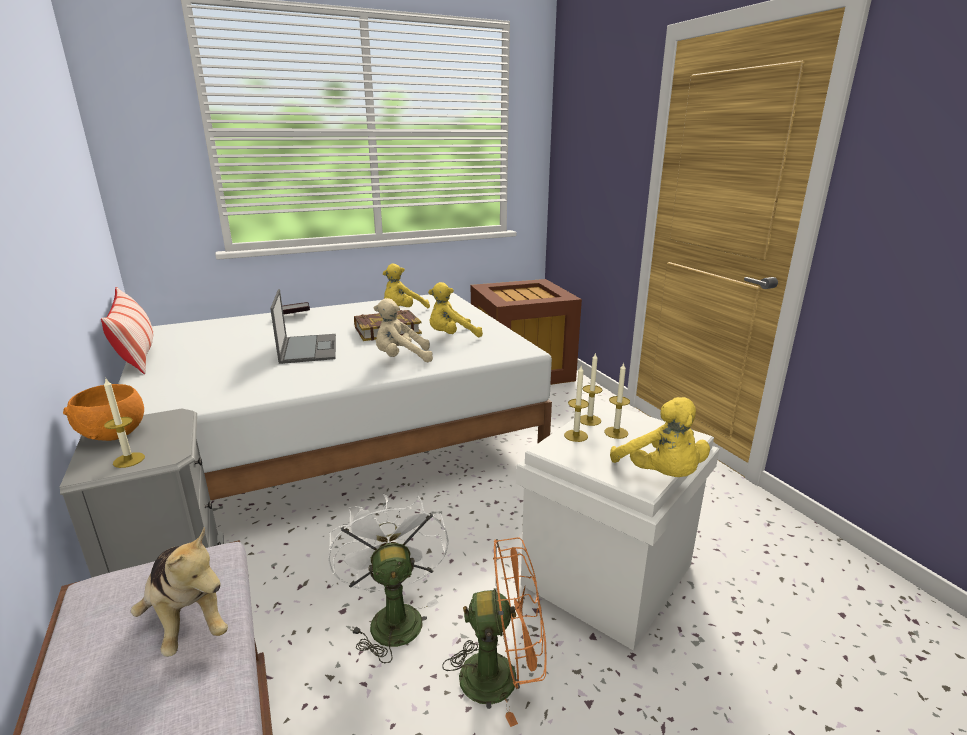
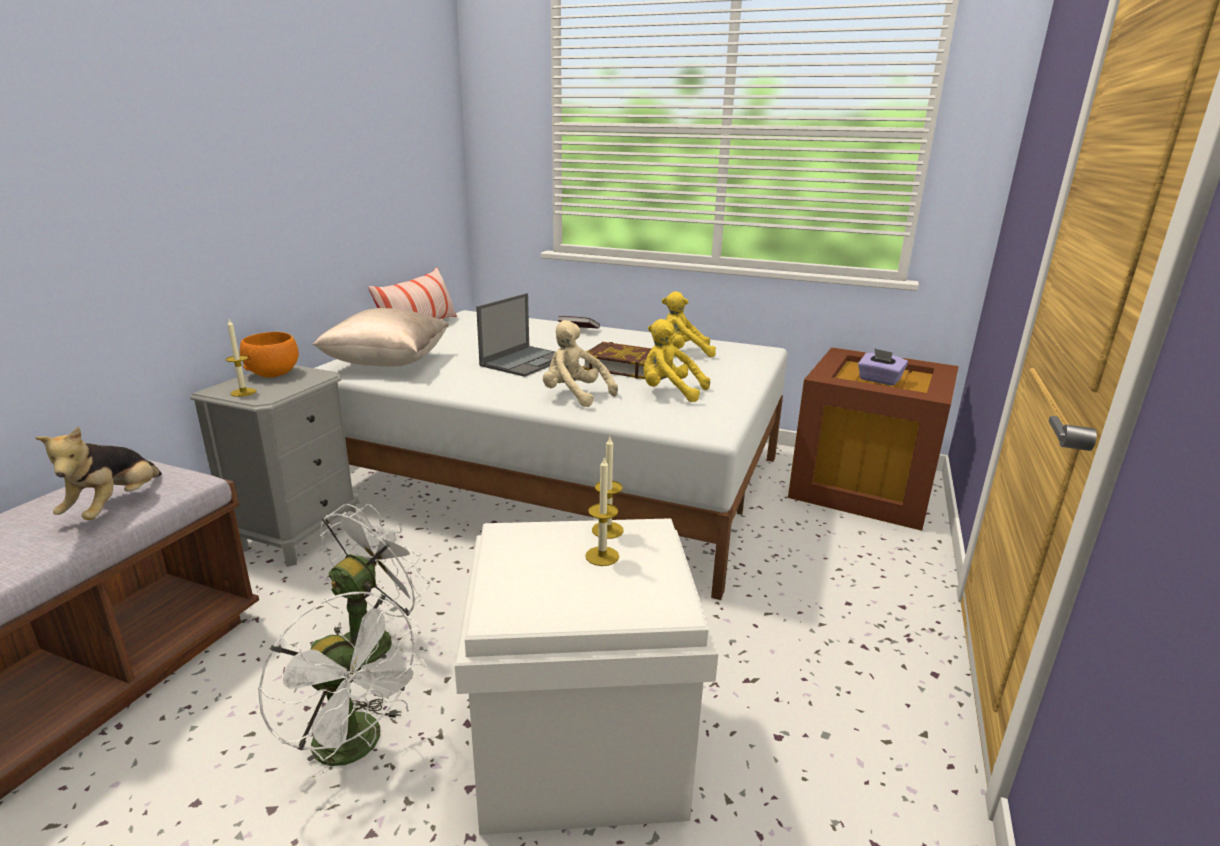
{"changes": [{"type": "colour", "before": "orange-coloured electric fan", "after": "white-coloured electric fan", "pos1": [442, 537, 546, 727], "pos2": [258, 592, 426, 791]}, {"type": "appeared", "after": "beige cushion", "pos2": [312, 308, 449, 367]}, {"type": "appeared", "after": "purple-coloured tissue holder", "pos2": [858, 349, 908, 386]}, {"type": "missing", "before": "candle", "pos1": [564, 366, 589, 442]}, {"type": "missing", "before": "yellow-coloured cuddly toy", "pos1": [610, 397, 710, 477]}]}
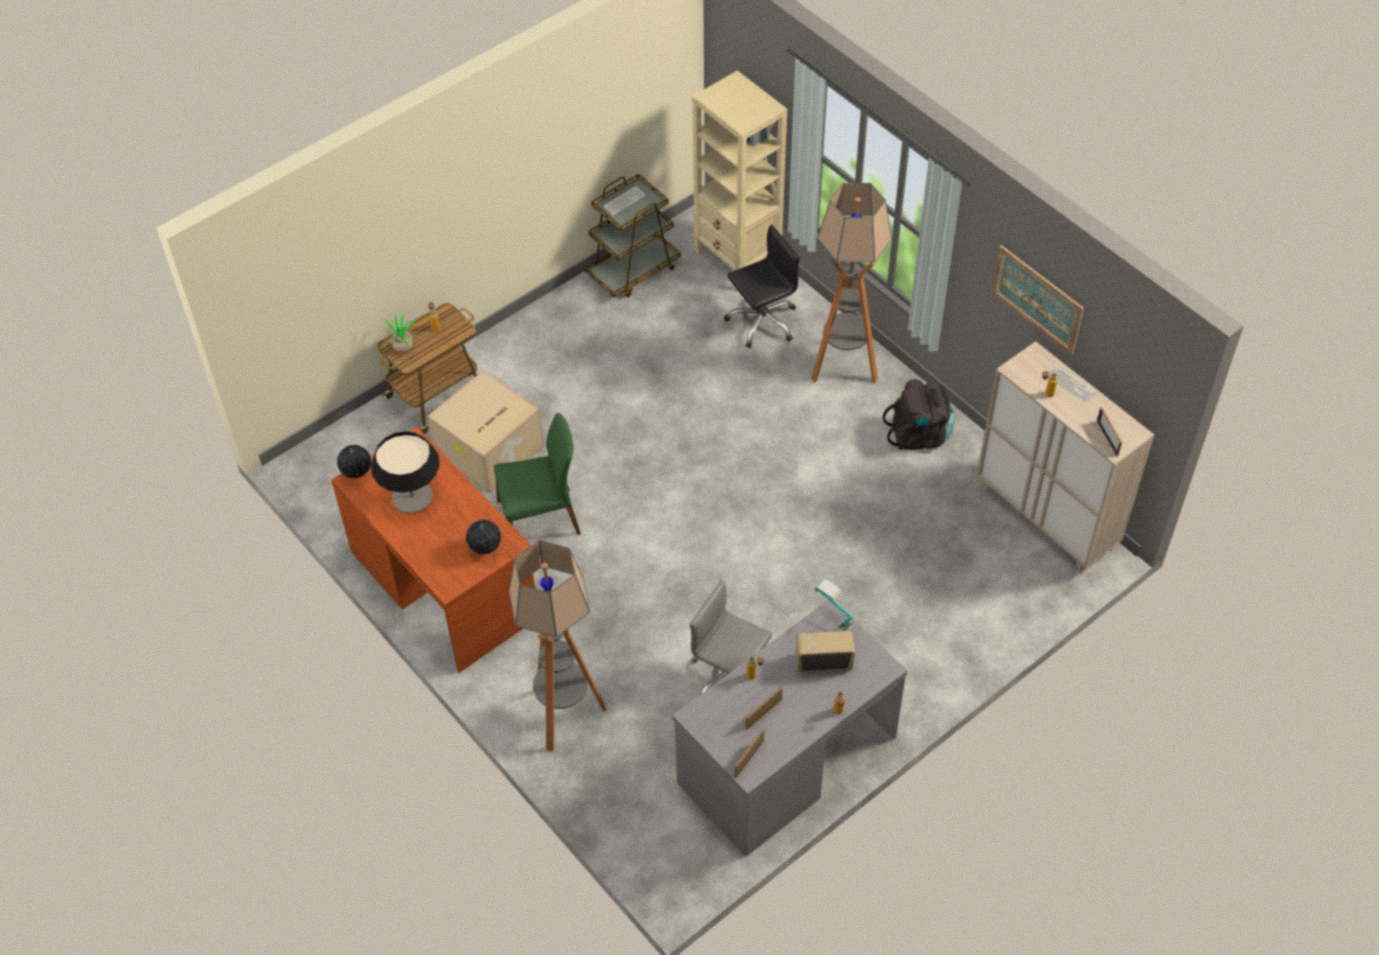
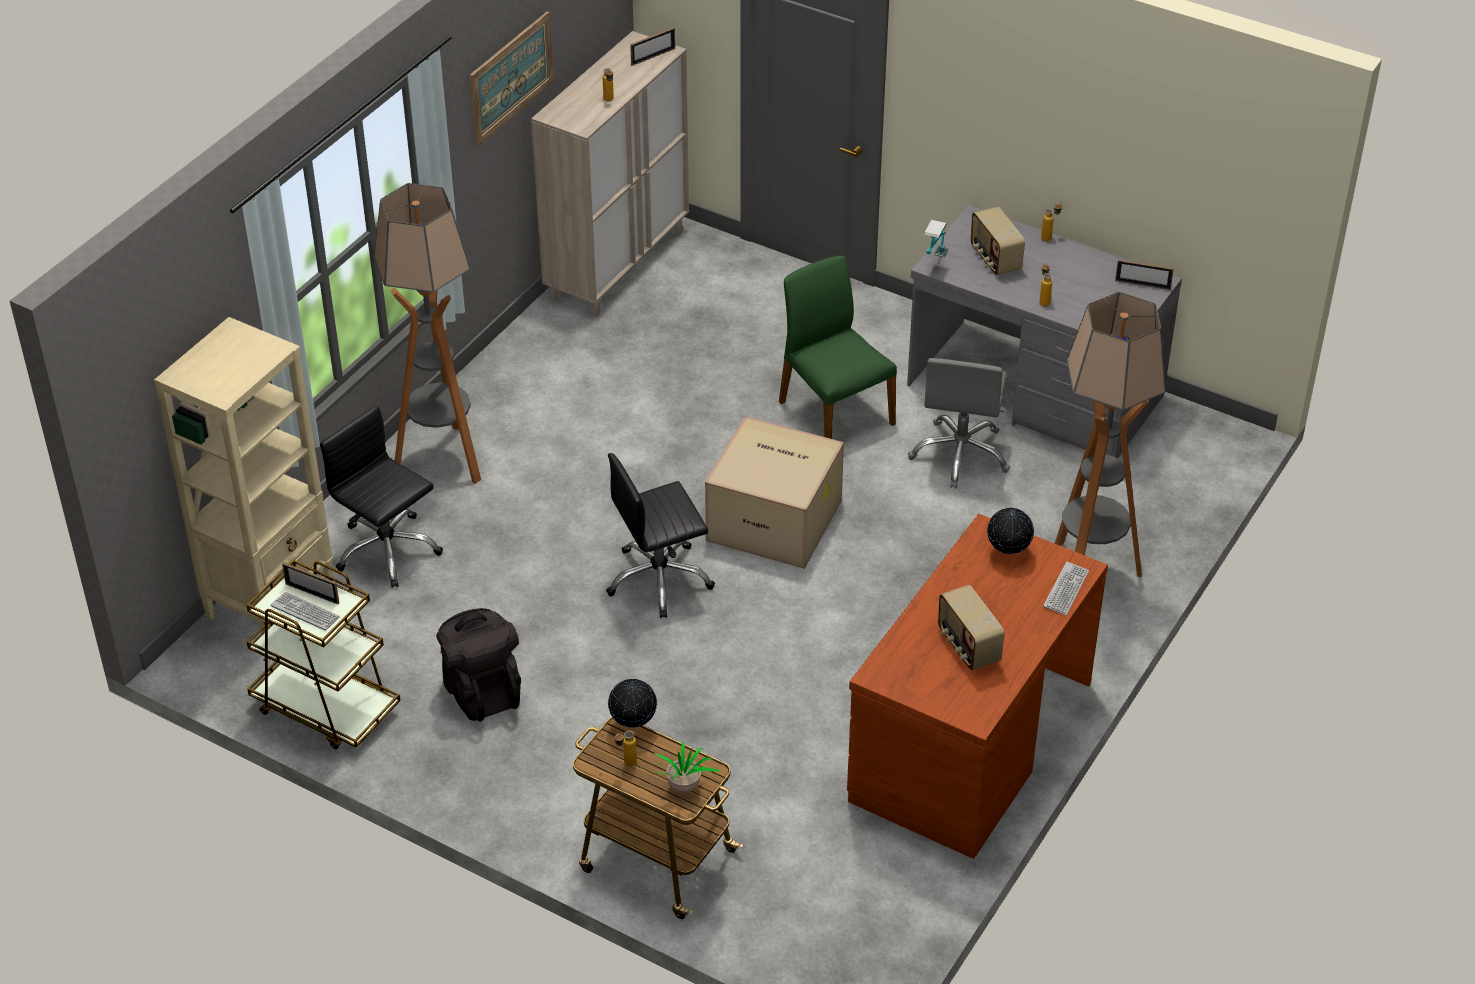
{"changes": [{"type": "relocated", "before": "standing frame", "pos1": [745, 687, 782, 730], "pos2": [282, 562, 339, 604]}, {"type": "relocated", "before": "black-coloured backpack", "pos1": [882, 379, 955, 450], "pos2": [436, 608, 521, 721]}, {"type": "appeared", "after": "black-coloured office chair", "pos2": [606, 453, 715, 618]}, {"type": "relocated", "before": "world globe", "pos1": [337, 445, 371, 478], "pos2": [608, 679, 657, 728]}, {"type": "relocated", "before": "packing box", "pos1": [427, 370, 544, 493], "pos2": [705, 416, 844, 569]}, {"type": "relocated", "before": "green-coloured upright chair", "pos1": [494, 413, 581, 535], "pos2": [779, 256, 897, 439]}, {"type": "exchanged", "before": "lamp for a table", "after": "radio set", "pos1": [371, 431, 440, 514], "pos2": [938, 585, 1005, 671]}, {"type": "relocated", "before": "keyboard", "pos1": [1048, 365, 1096, 402], "pos2": [1043, 562, 1089, 615]}]}
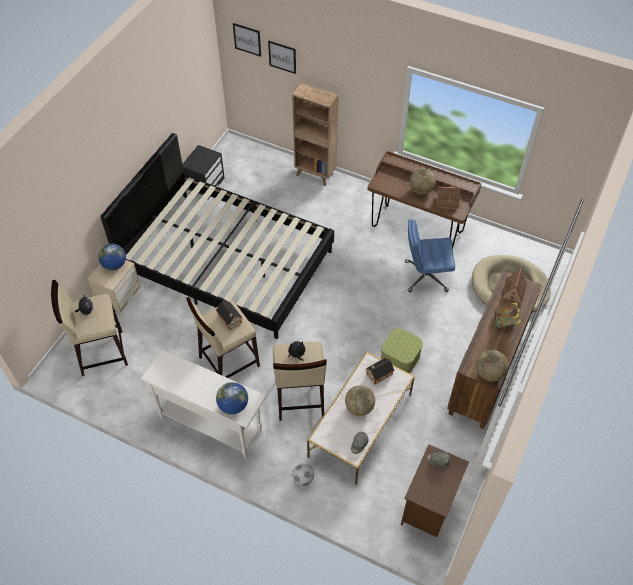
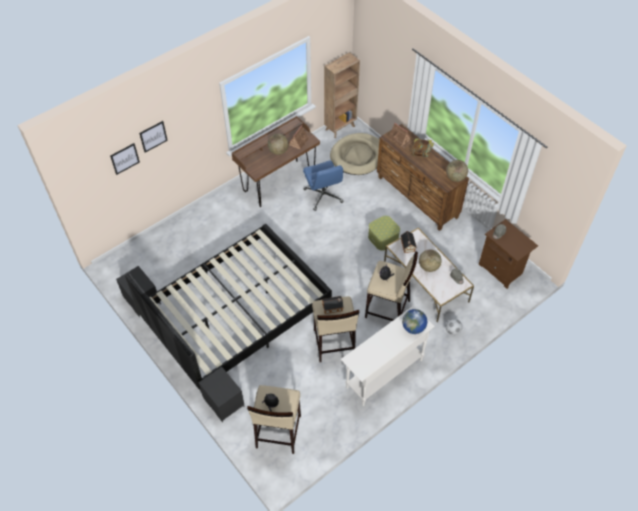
{"changes": [{"type": "relocated", "before": "wall picture", "pos1": [233, 23, 261, 57], "pos2": [139, 121, 168, 153]}, {"type": "colour", "before": "beige nightstand", "after": "black-coloured nightstand", "pos1": [87, 260, 141, 313], "pos2": [199, 367, 245, 422]}, {"type": "spun", "before": "bluish office chair", "pos1": [405, 219, 455, 292], "pos2": [303, 161, 344, 211], "turn": -45}, {"type": "relocated", "before": "brownish bookshelf", "pos1": [292, 82, 339, 186], "pos2": [324, 52, 360, 138]}, {"type": "missing", "before": "world globe", "pos1": [98, 243, 126, 270]}]}
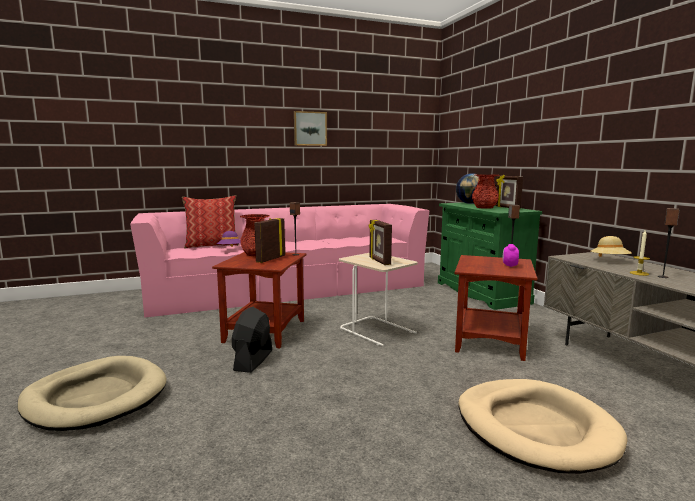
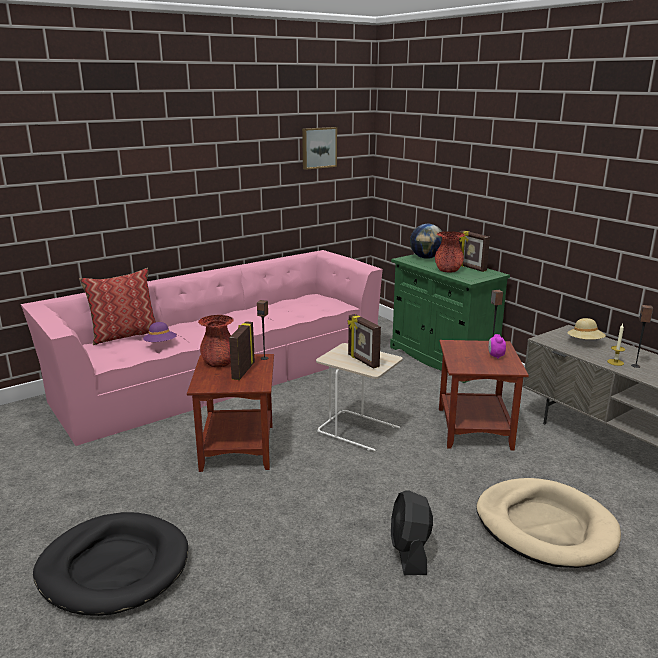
{"changes": [{"type": "colour", "before": "beige pet bed", "after": "black-coloured pet bed", "pos1": [17, 356, 167, 431], "pos2": [33, 512, 188, 616]}, {"type": "relocated", "before": "wall picture", "pos1": [294, 111, 327, 146], "pos2": [302, 127, 337, 170]}, {"type": "relocated", "before": "black-coloured electric fan", "pos1": [232, 307, 272, 373], "pos2": [391, 491, 433, 575]}]}
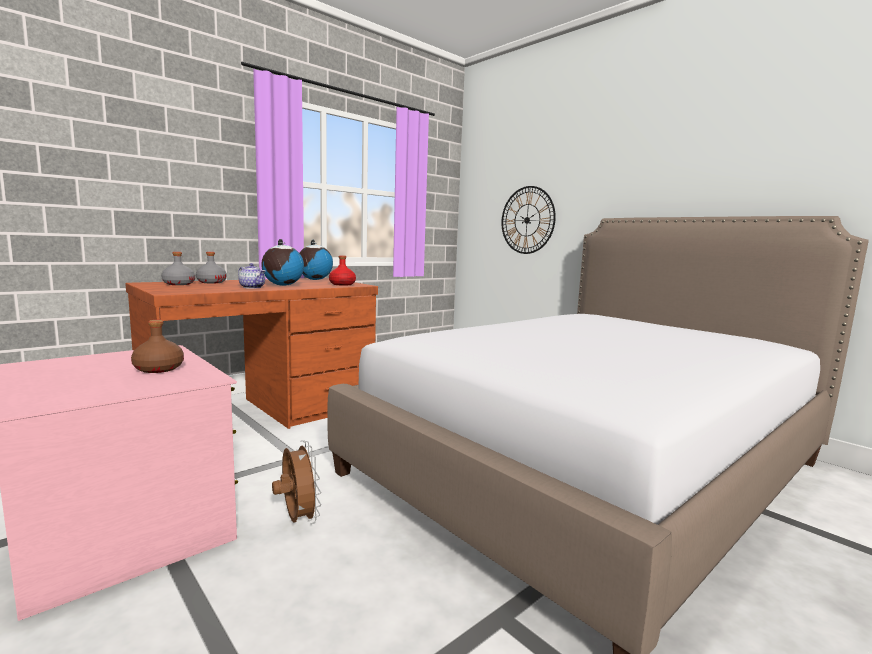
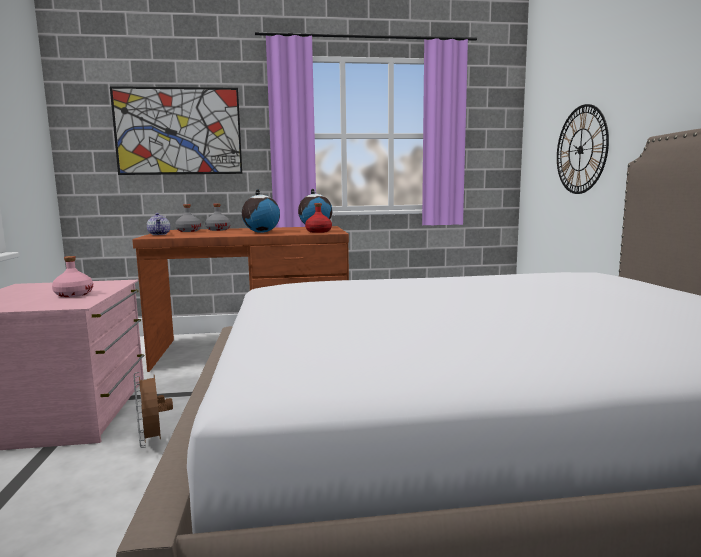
{"changes": [{"type": "colour", "before": "brownish bottle", "after": "pinkish bottle", "pos1": [131, 320, 184, 373], "pos2": [52, 256, 93, 297]}, {"type": "appeared", "after": "wall picture", "pos2": [110, 86, 242, 175]}, {"type": "spun", "before": "brownish electric fan", "pos1": [272, 440, 321, 524], "pos2": [134, 372, 173, 448], "turn": 150}, {"type": "relocated", "before": "teapot", "pos1": [238, 263, 265, 289], "pos2": [147, 213, 170, 235]}]}
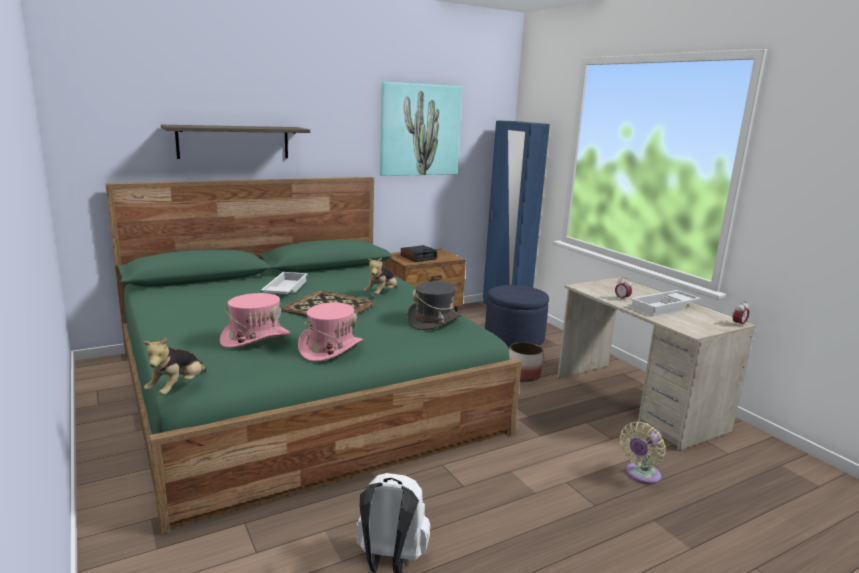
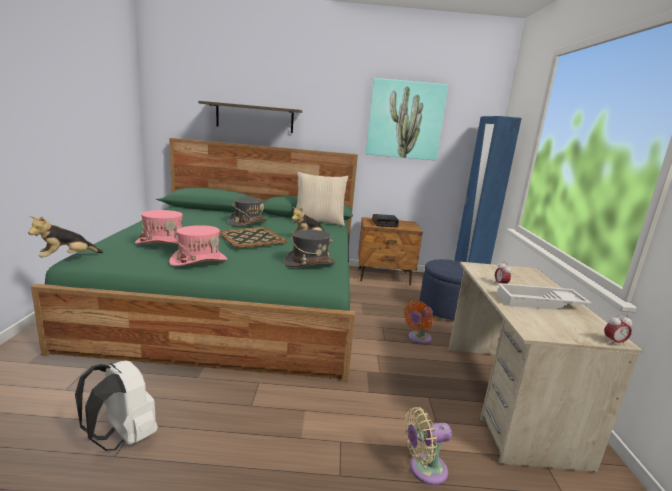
{"changes": [{"type": "exchanged", "before": "white-coloured carrying tray", "after": "greyish hat", "pos1": [261, 272, 308, 294], "pos2": [229, 197, 267, 227]}, {"type": "appeared", "after": "beige cushion", "pos2": [293, 172, 348, 226]}, {"type": "exchanged", "before": "planter", "after": "orange-coloured electric fan", "pos1": [509, 342, 543, 382], "pos2": [404, 300, 433, 344]}]}
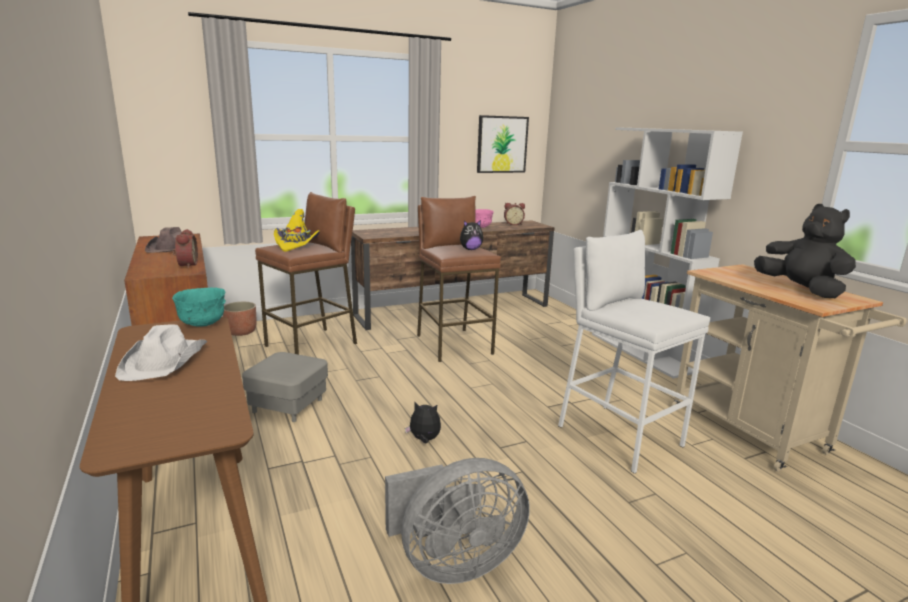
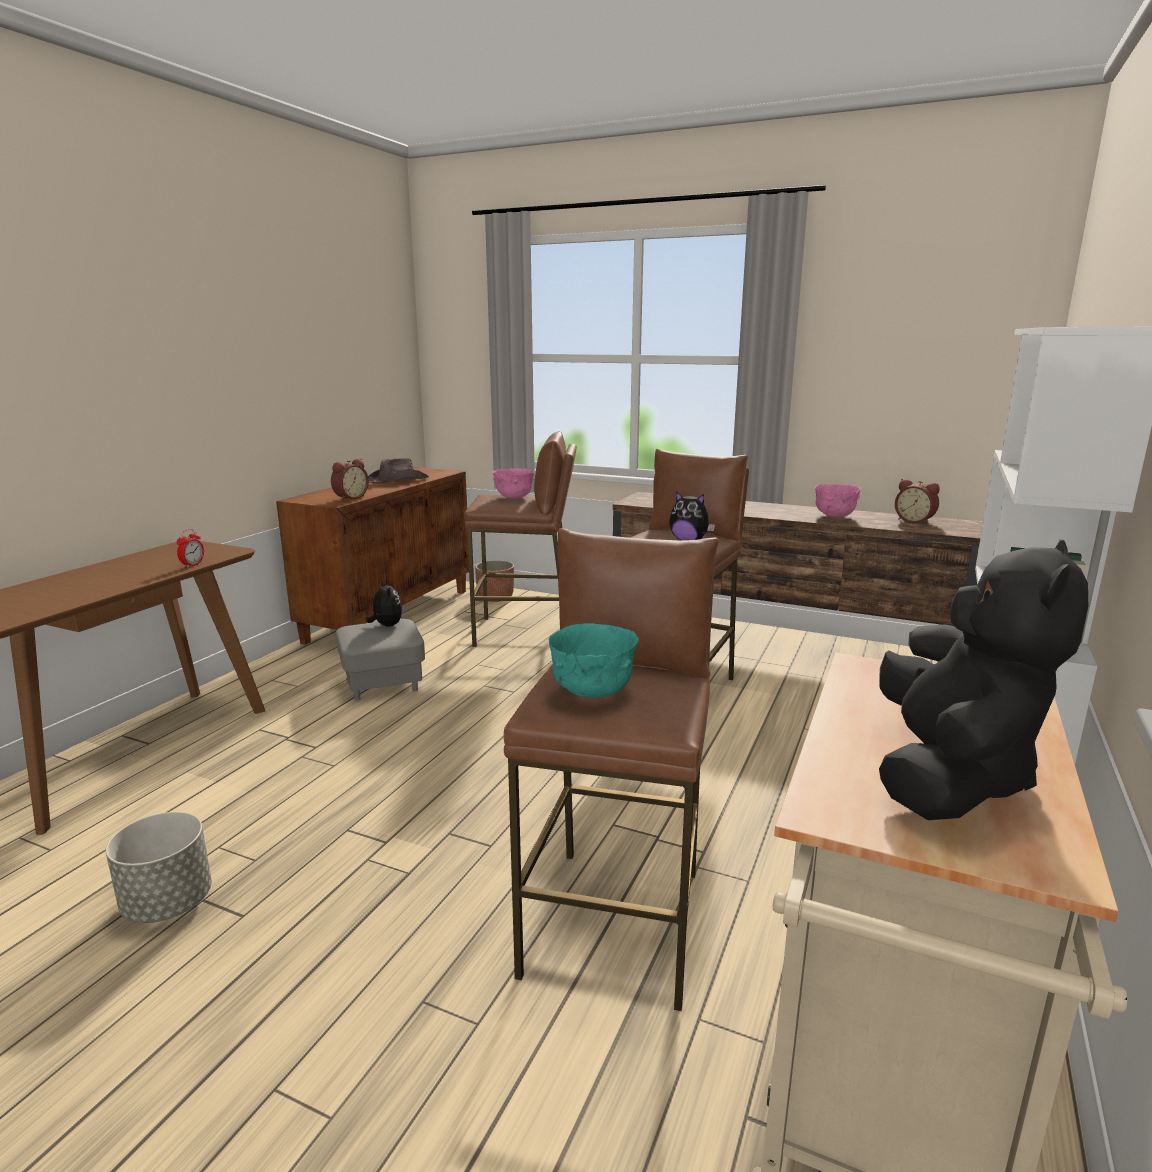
{"changes": [{"type": "exchanged", "before": "greyish electric fan", "after": "greyish planter", "pos1": [385, 458, 530, 584], "pos2": [106, 812, 212, 923]}, {"type": "appeared", "after": "table clock", "pos2": [177, 529, 204, 568]}, {"type": "relocated", "before": "cuddly toy", "pos1": [405, 402, 441, 444], "pos2": [366, 580, 403, 627]}, {"type": "exchanged", "before": "yellow-coloured hat", "after": "pinkish serving bowl", "pos1": [274, 209, 320, 252], "pos2": [492, 468, 534, 499]}, {"type": "colour", "before": "white-coloured stool", "after": "brownish stool", "pos1": [558, 230, 710, 474], "pos2": [504, 528, 719, 1011]}, {"type": "relocated", "before": "blue-green serving bowl", "pos1": [172, 288, 226, 327], "pos2": [548, 623, 639, 698]}, {"type": "missing", "before": "white-coloured hat", "pos1": [115, 325, 207, 381]}, {"type": "missing", "before": "wall picture", "pos1": [477, 115, 529, 173]}]}
